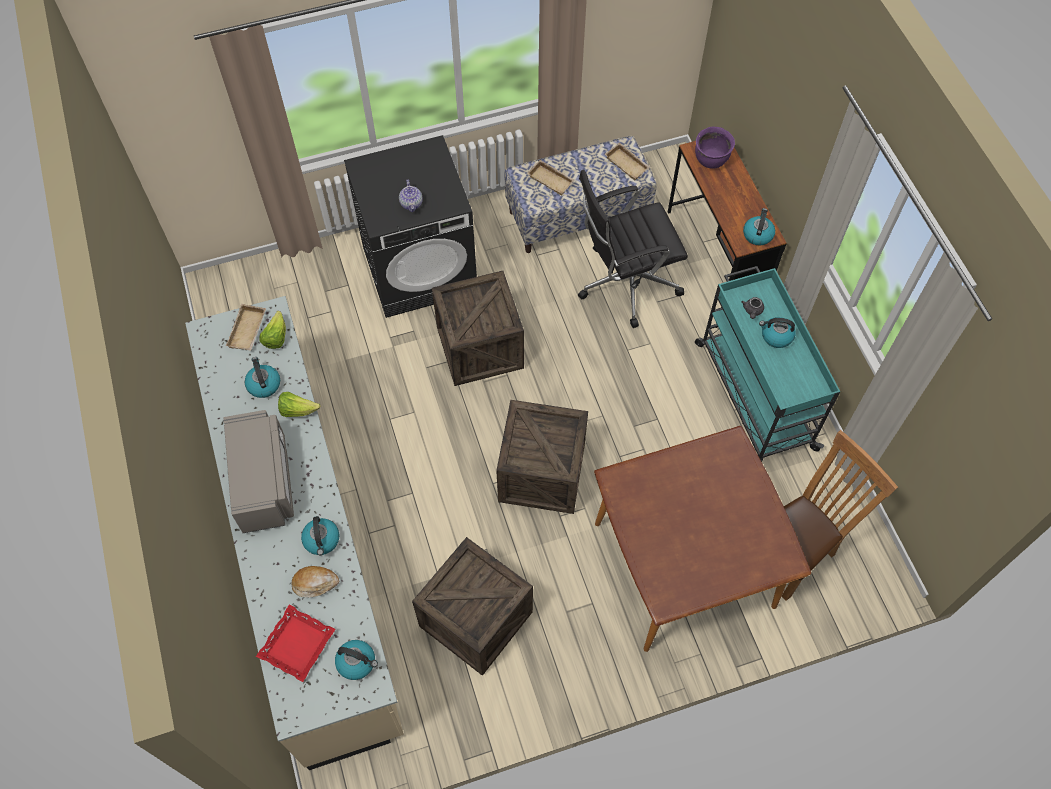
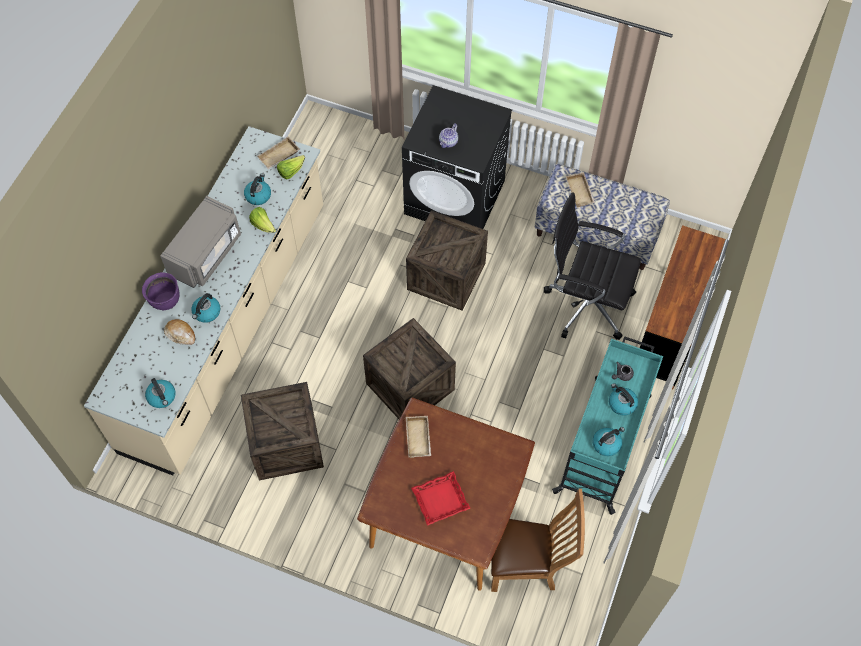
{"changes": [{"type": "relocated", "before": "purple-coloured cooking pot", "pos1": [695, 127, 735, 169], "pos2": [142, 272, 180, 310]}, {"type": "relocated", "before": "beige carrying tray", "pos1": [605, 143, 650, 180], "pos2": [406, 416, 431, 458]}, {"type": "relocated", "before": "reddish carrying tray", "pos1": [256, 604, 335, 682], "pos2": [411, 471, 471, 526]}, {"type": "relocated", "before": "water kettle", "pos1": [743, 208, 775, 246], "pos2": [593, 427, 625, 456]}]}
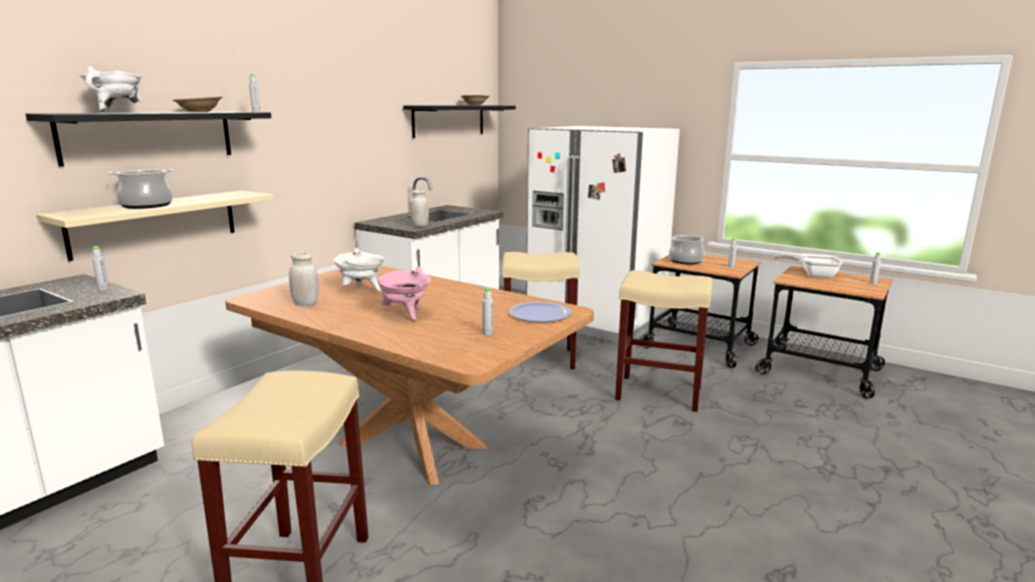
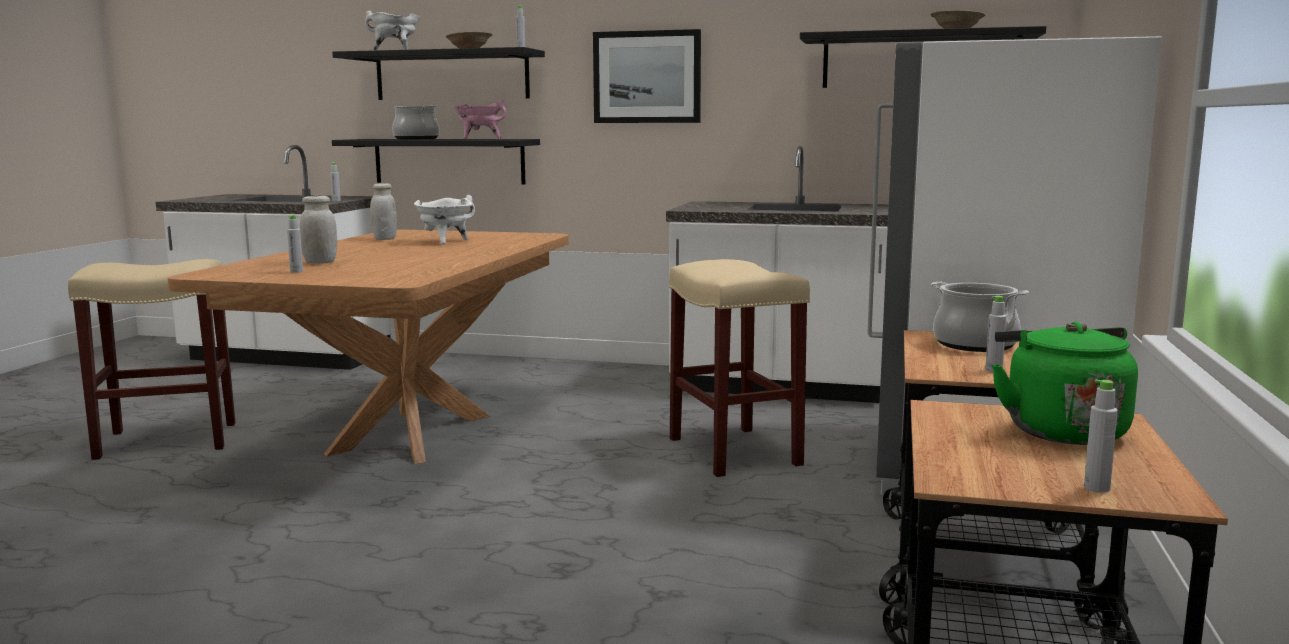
{"changes": [{"type": "relocated", "before": "white-coloured preserve jar", "pos1": [410, 189, 429, 227], "pos2": [300, 196, 337, 264]}, {"type": "colour", "before": "beige bracket shelf", "after": "black-coloured bracket shelf", "pos1": [37, 190, 274, 261], "pos2": [332, 139, 540, 185]}, {"type": "relocated", "before": "pinkish cooking pot", "pos1": [376, 267, 431, 320], "pos2": [453, 100, 506, 139]}, {"type": "appeared", "after": "wall picture", "pos2": [593, 29, 701, 123]}, {"type": "exchanged", "before": "frying pan", "after": "green-coloured water kettle", "pos1": [774, 254, 843, 278], "pos2": [992, 322, 1138, 445]}, {"type": "missing", "before": "flat dish", "pos1": [509, 302, 572, 322]}, {"type": "missing", "before": "beige stool", "pos1": [615, 270, 713, 412]}]}
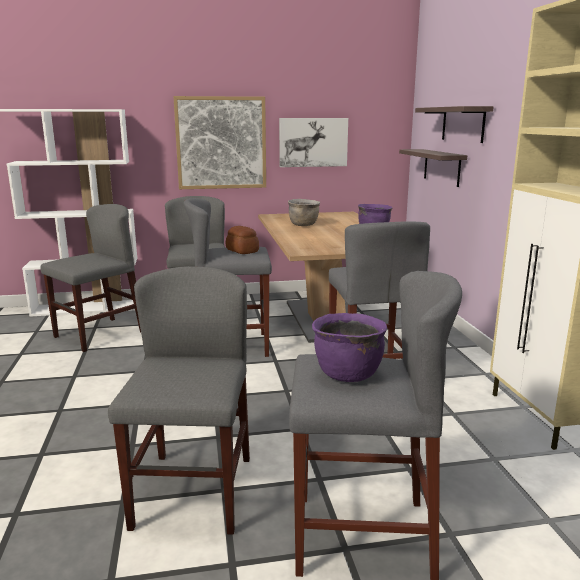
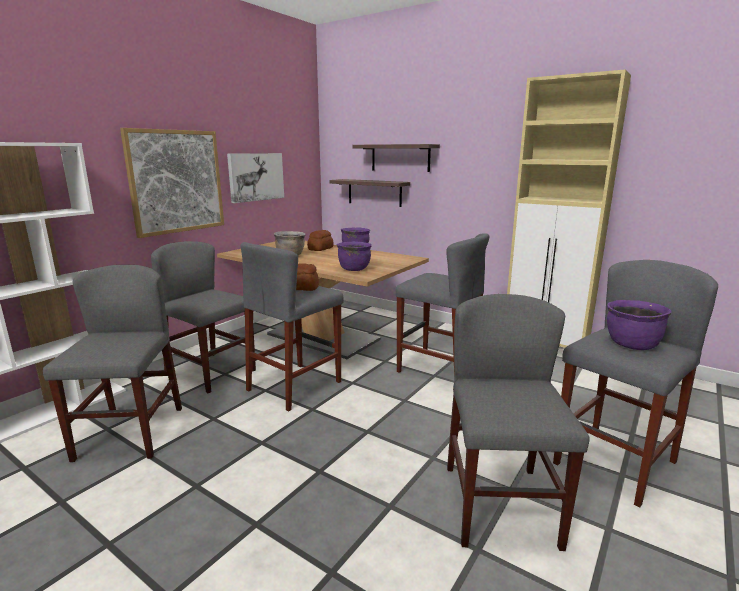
{"changes": [{"type": "appeared", "after": "baked bread", "pos2": [307, 230, 334, 251]}, {"type": "appeared", "after": "purple-coloured cooking pot", "pos2": [336, 241, 372, 271]}, {"type": "spun", "before": "greyish upright chair", "pos1": [108, 266, 250, 535], "pos2": [447, 294, 590, 551], "turn": 45}]}
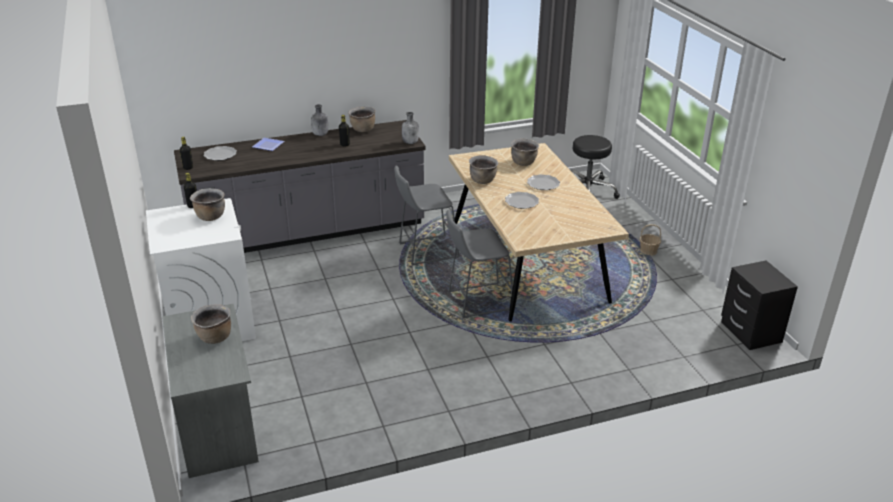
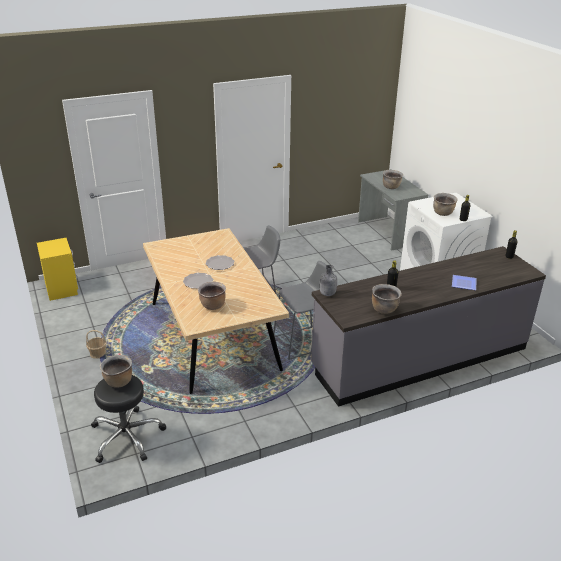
{"changes": [{"type": "colour", "before": "black-coloured nightstand", "after": "yellow-coloured nightstand", "pos1": [721, 260, 798, 350], "pos2": [37, 238, 78, 301]}, {"type": "relocated", "before": "brownish cooking pot", "pos1": [469, 155, 498, 184], "pos2": [100, 355, 132, 388]}, {"type": "missing", "before": "flat dish", "pos1": [203, 146, 237, 161]}, {"type": "missing", "before": "greyish bottle", "pos1": [311, 104, 328, 136]}]}
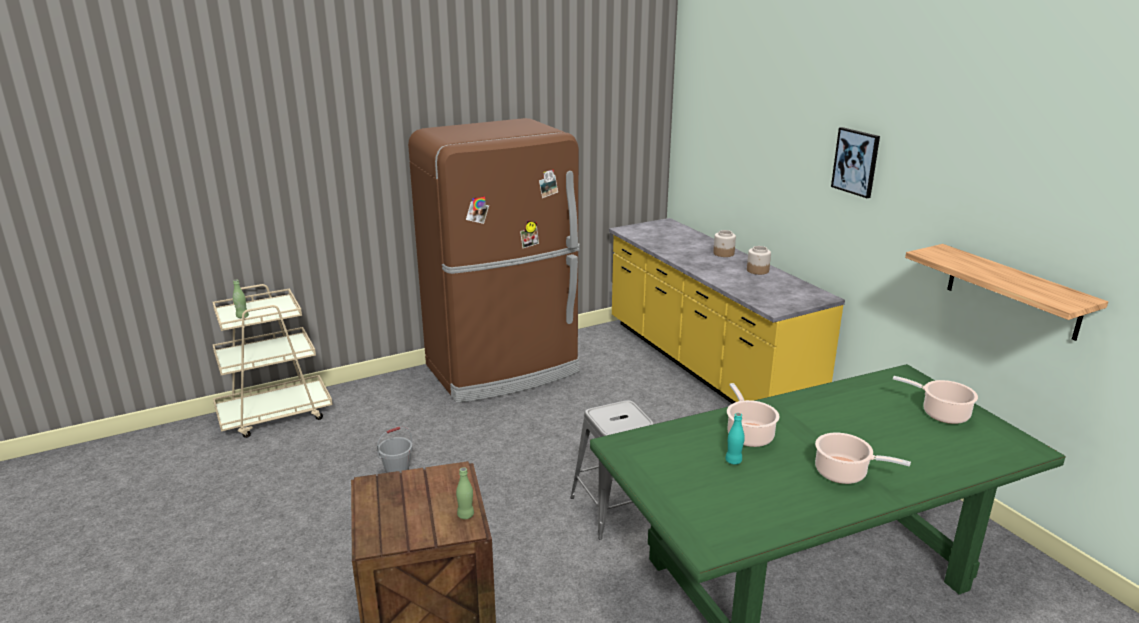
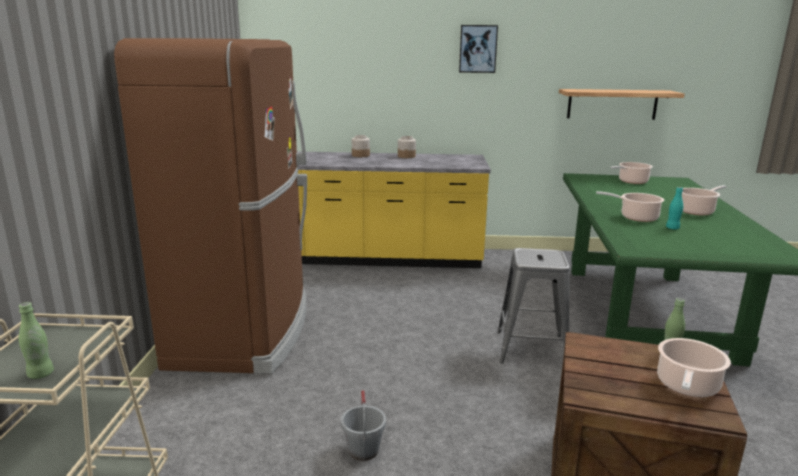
{"changes": [{"type": "appeared", "after": "cooking pot", "pos2": [657, 338, 731, 397]}]}
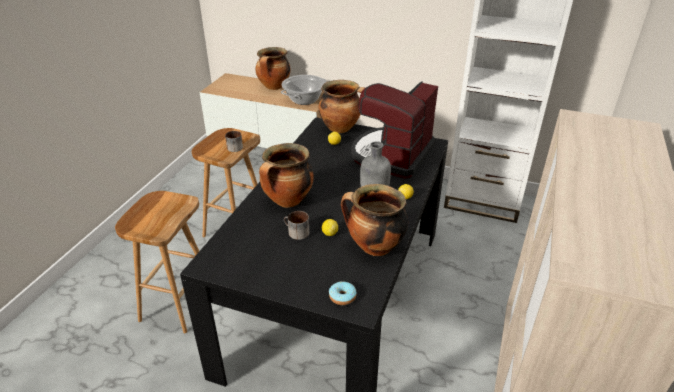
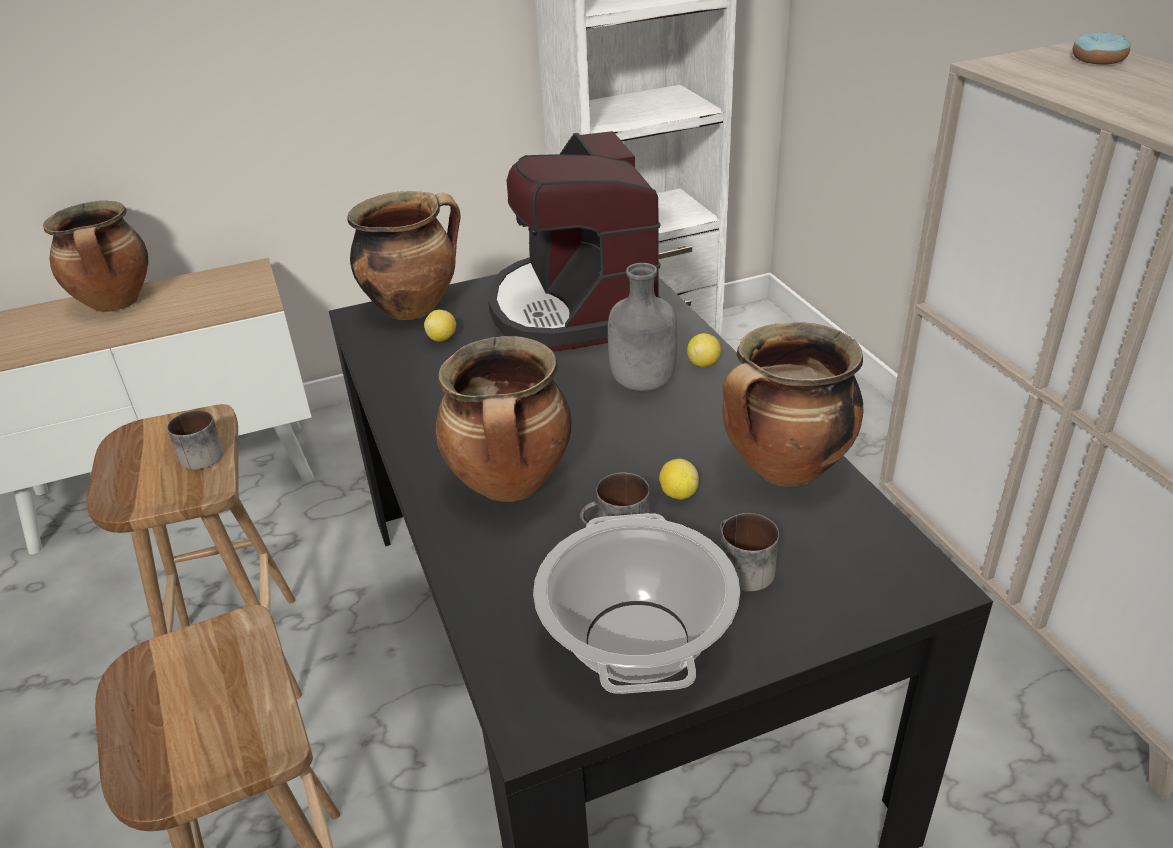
{"changes": [{"type": "relocated", "before": "cooking pot", "pos1": [281, 75, 326, 105], "pos2": [533, 513, 740, 694]}, {"type": "appeared", "after": "coffee mug", "pos2": [720, 513, 779, 591]}, {"type": "relocated", "before": "donut", "pos1": [329, 281, 357, 305], "pos2": [1072, 32, 1131, 64]}]}
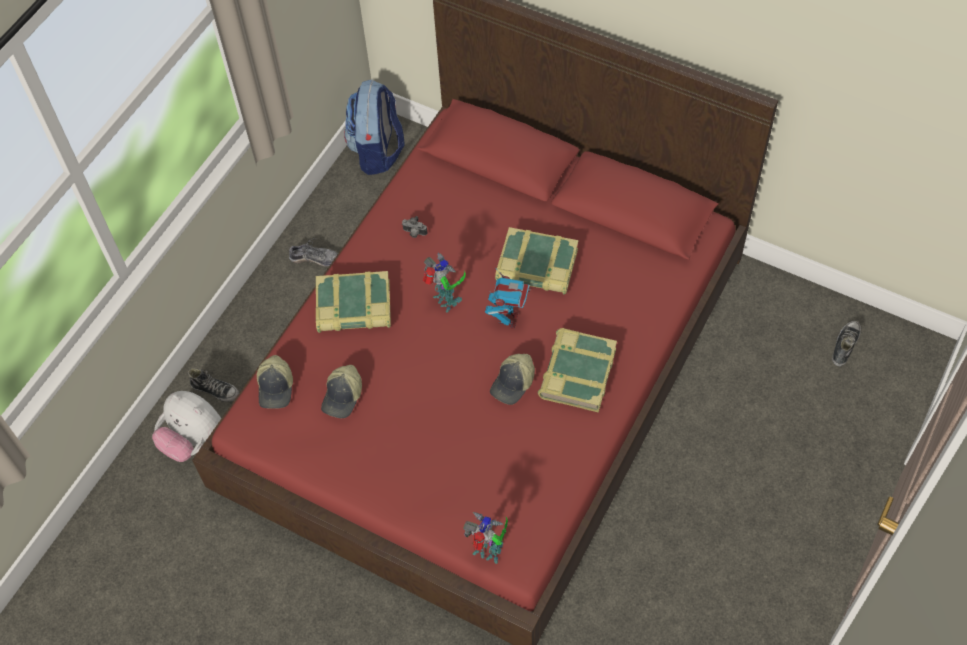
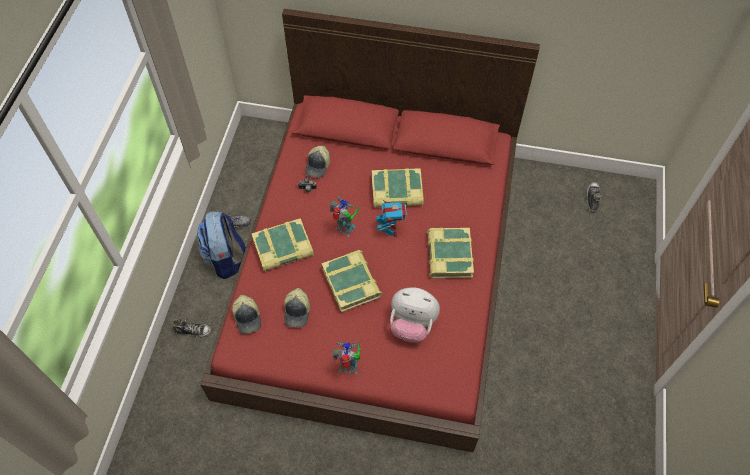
{"changes": [{"type": "relocated", "before": "backpack", "pos1": [344, 80, 405, 175], "pos2": [197, 211, 246, 279]}, {"type": "relocated", "before": "baseball cap", "pos1": [490, 354, 535, 405], "pos2": [305, 145, 330, 178]}, {"type": "appeared", "after": "volume", "pos2": [321, 250, 382, 312]}, {"type": "relocated", "before": "model robot", "pos1": [463, 512, 508, 564], "pos2": [332, 340, 361, 374]}, {"type": "relocated", "before": "cuddly toy", "pos1": [152, 391, 221, 462], "pos2": [390, 287, 440, 343]}]}
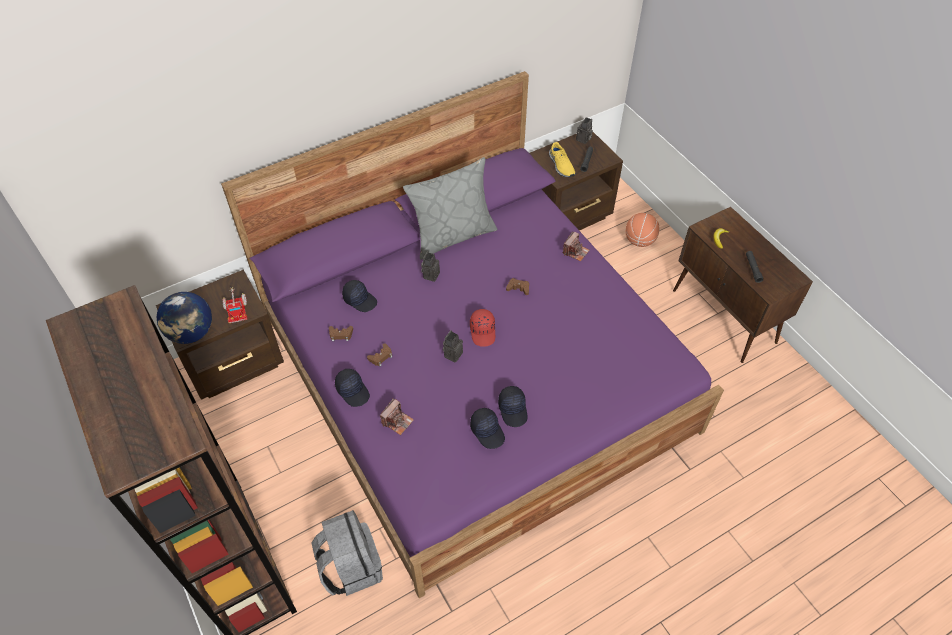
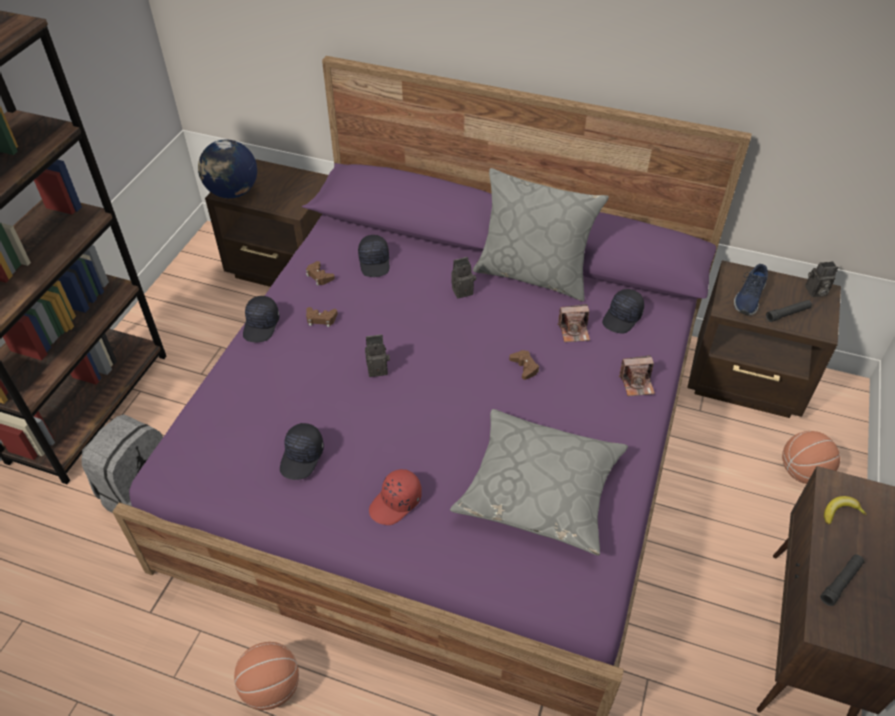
{"changes": [{"type": "appeared", "after": "basketball ball", "pos2": [234, 642, 299, 710]}, {"type": "relocated", "before": "reddish baseball cap", "pos1": [470, 309, 495, 347], "pos2": [369, 469, 422, 525]}, {"type": "appeared", "after": "greyish cushion", "pos2": [450, 409, 628, 555]}, {"type": "relocated", "before": "photo camera", "pos1": [380, 398, 414, 435], "pos2": [558, 304, 590, 342]}, {"type": "relocated", "before": "black-coloured baseball cap", "pos1": [498, 386, 527, 427], "pos2": [602, 289, 644, 333]}, {"type": "colour", "before": "yellow-coloured item of footwear", "after": "bluish item of footwear", "pos1": [549, 142, 576, 177], "pos2": [734, 264, 768, 315]}, {"type": "missing", "before": "model truck", "pos1": [222, 287, 248, 323]}]}
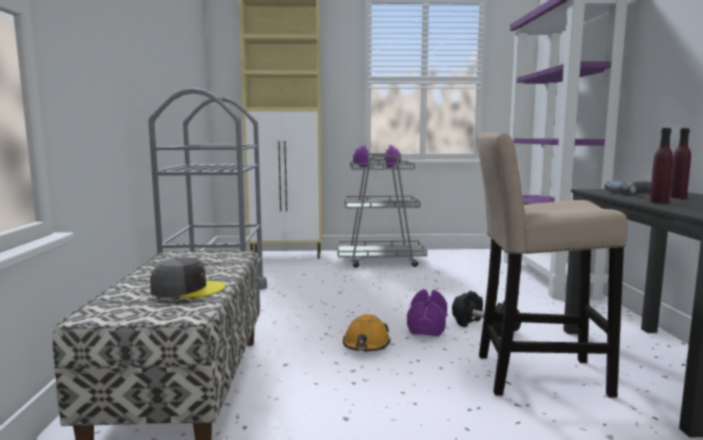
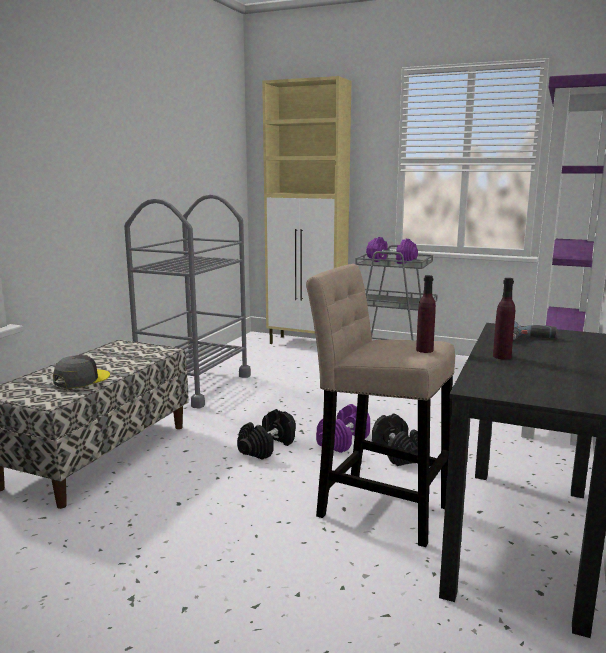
{"changes": [{"type": "spun", "before": "greyish baseball cap", "pos1": [150, 257, 226, 298], "pos2": [53, 355, 110, 388], "turn": -75}, {"type": "exchanged", "before": "orange-coloured hard hat", "after": "black-coloured free weight", "pos1": [343, 314, 390, 351], "pos2": [237, 409, 296, 460]}, {"type": "relocated", "before": "purple-coloured bottle", "pos1": [669, 128, 691, 198], "pos2": [416, 275, 436, 353]}]}
